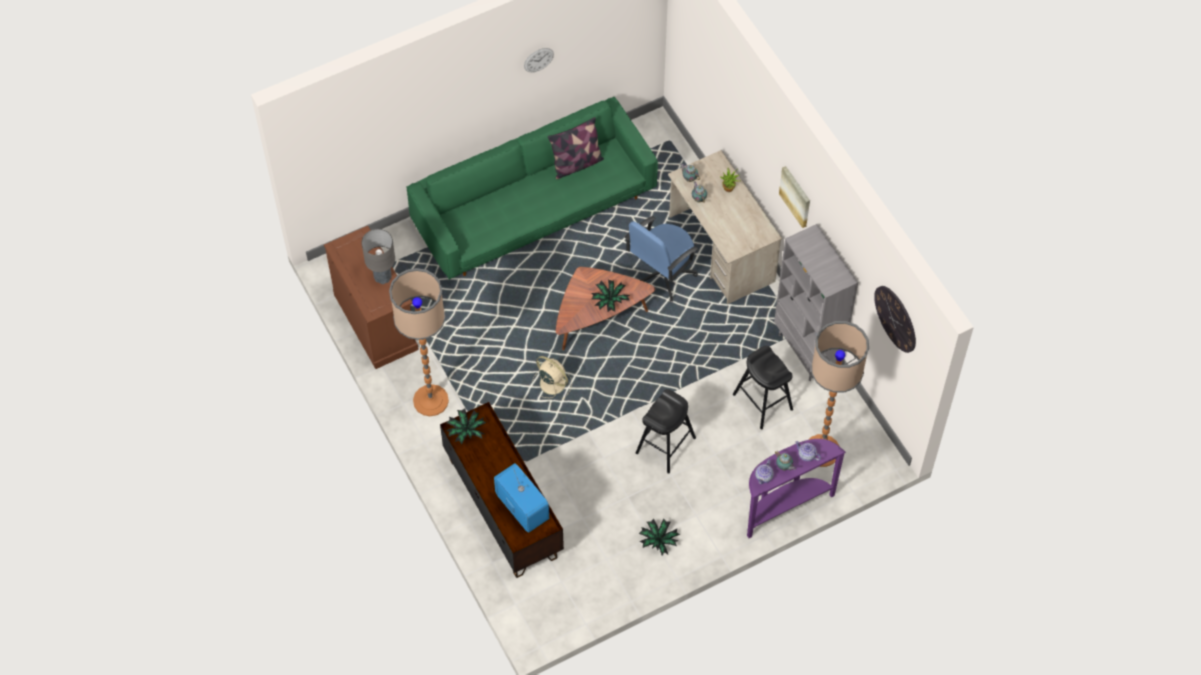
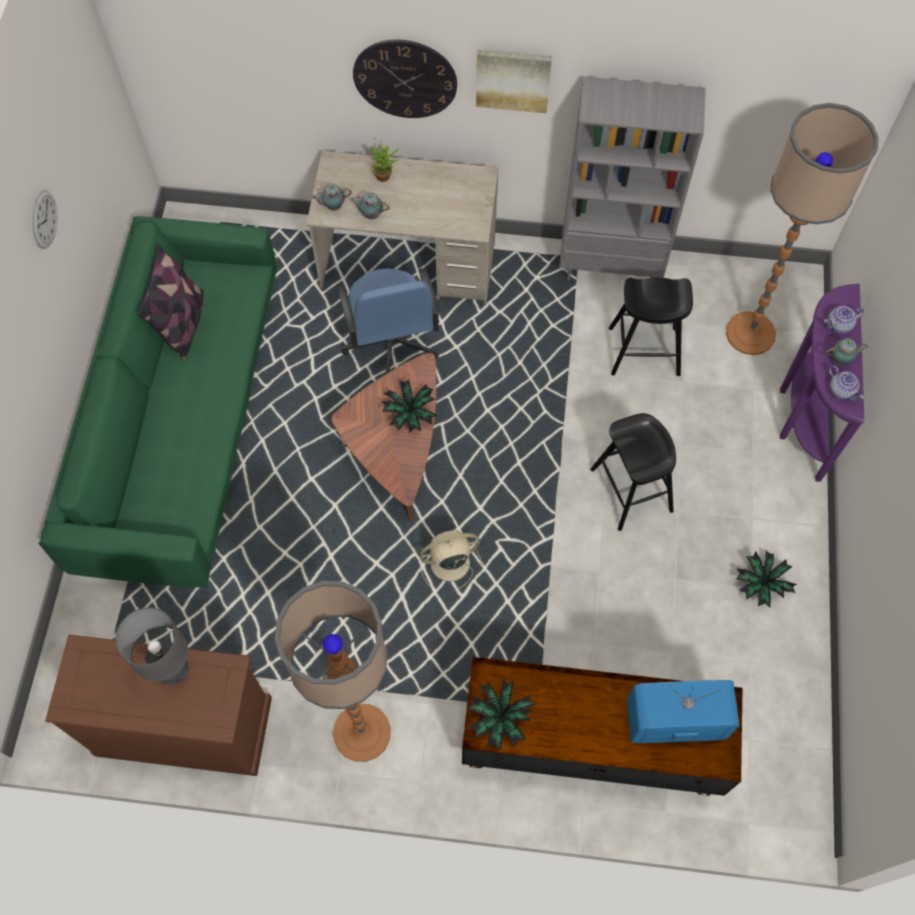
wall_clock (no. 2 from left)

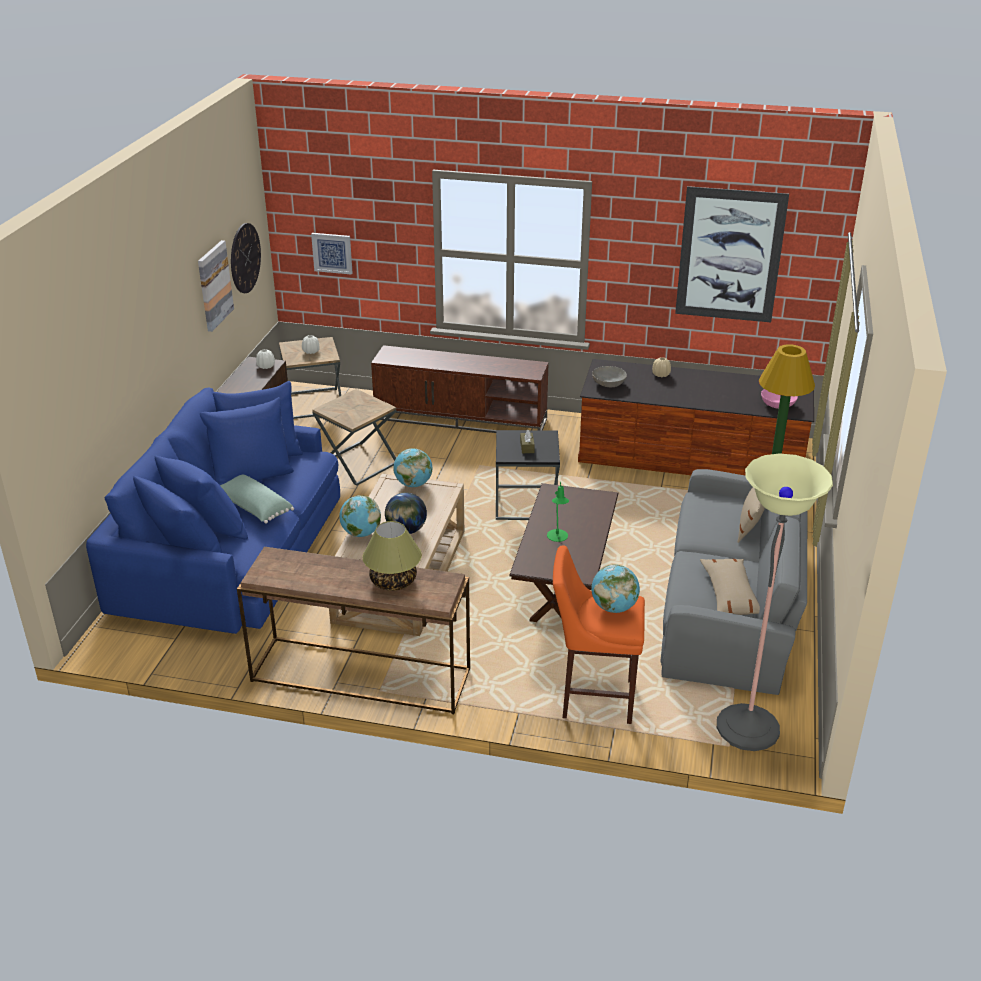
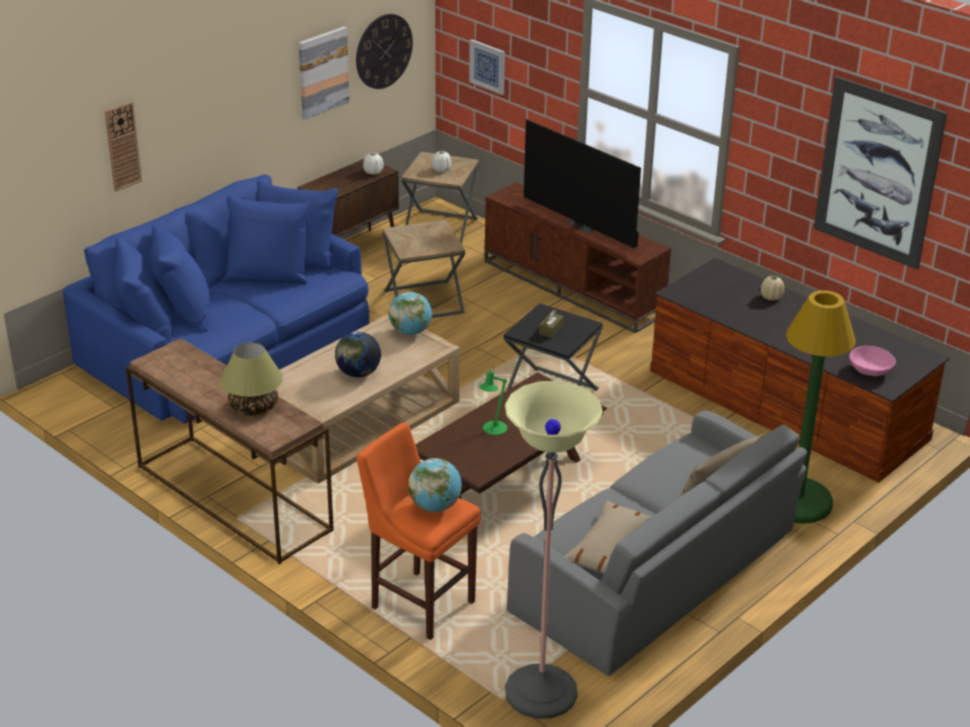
green_pillow
globe (no. 1 from left in the first image)
grey_bowl
wall_clock (no. 1 from left)
television

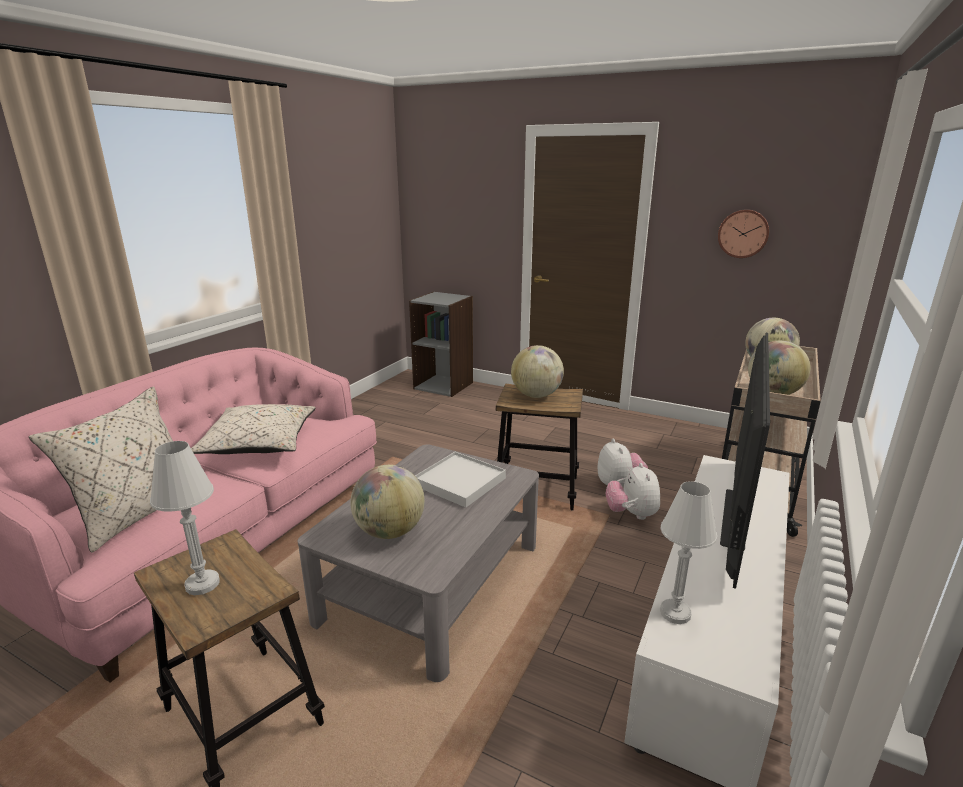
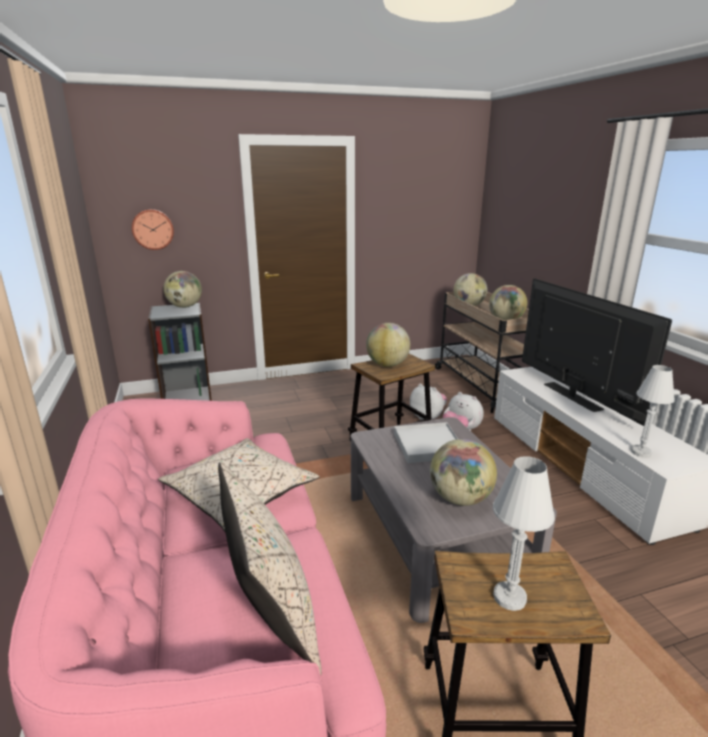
globe (no. 1 from left)
wall_clock

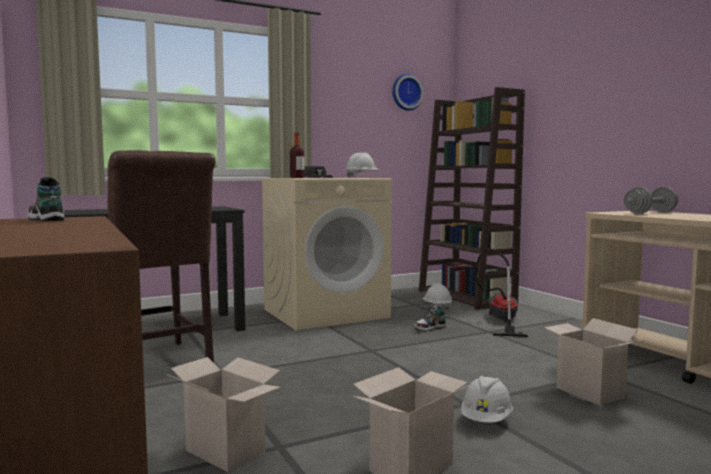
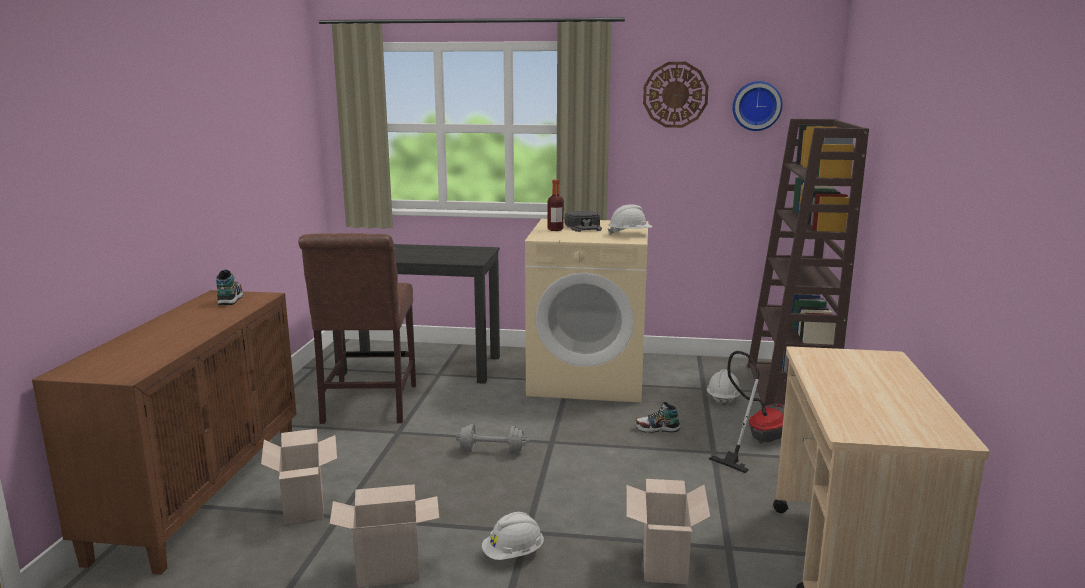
wall_clock (no. 1 from left)
grey_dumbbell

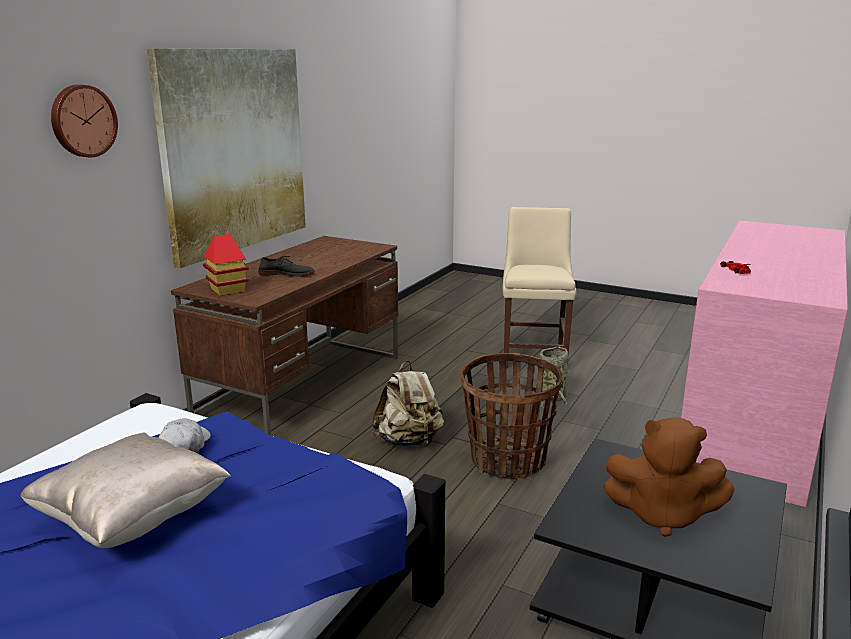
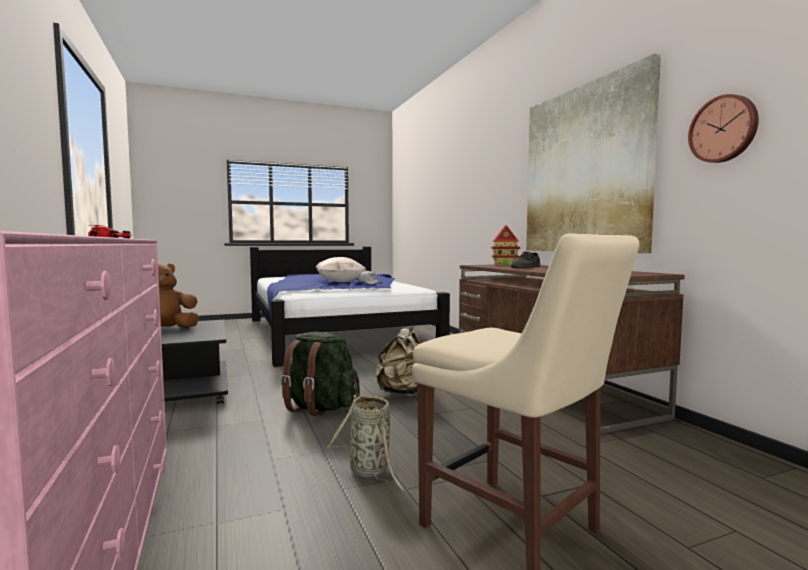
wall_clock
green_backpack

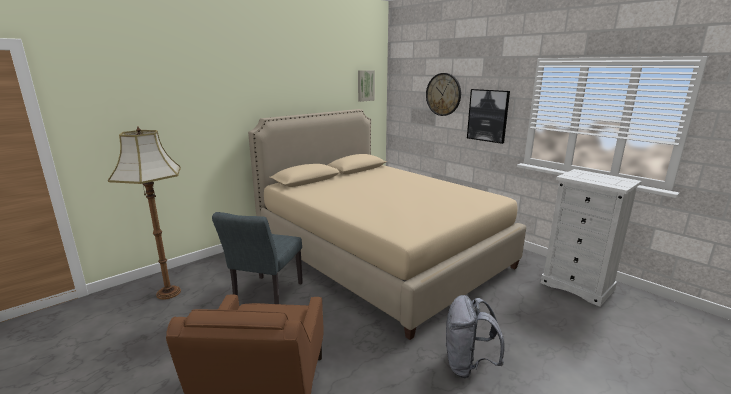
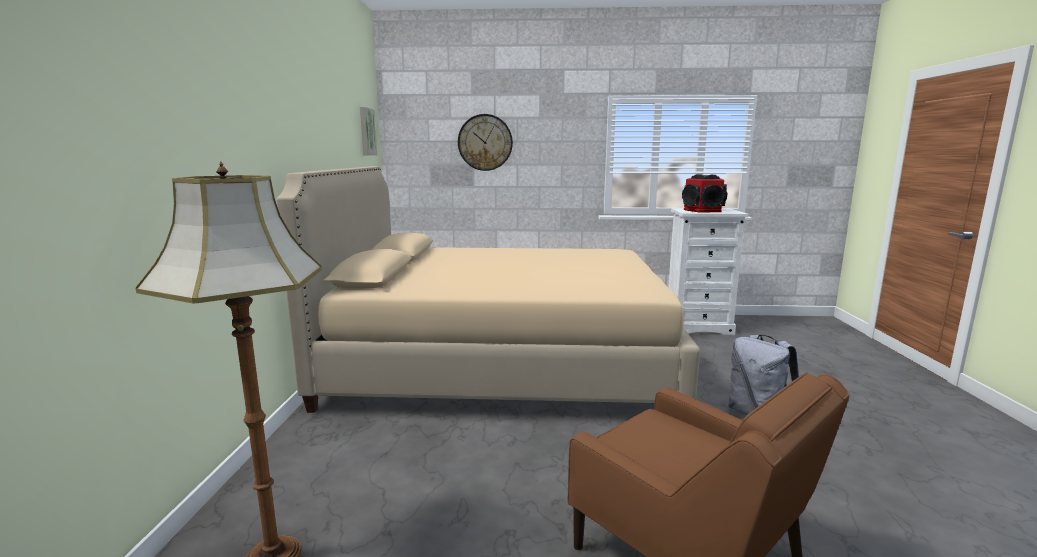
grey_chair
picture (no. 2 from left in the first image)
speaker

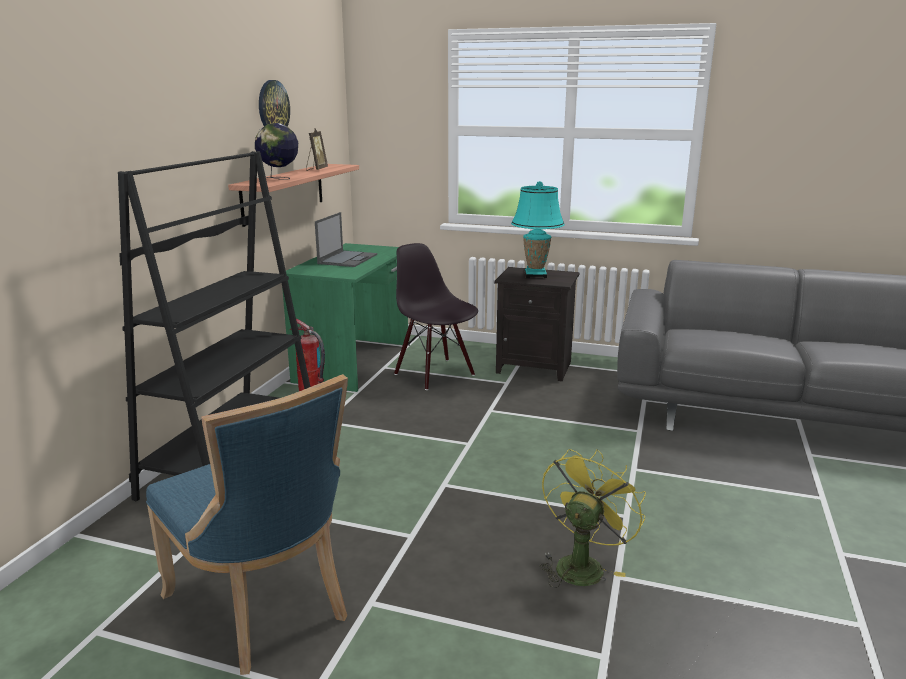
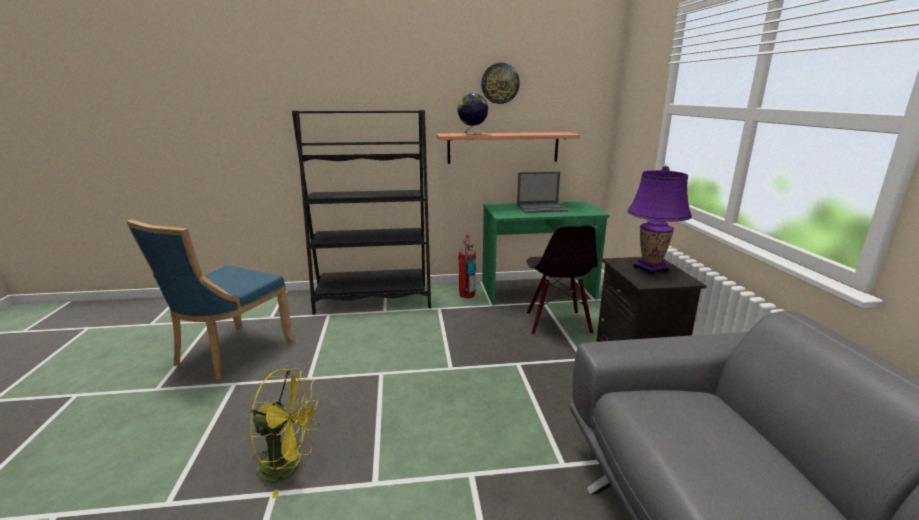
picture_frame
purple_table_lamp
black_chair

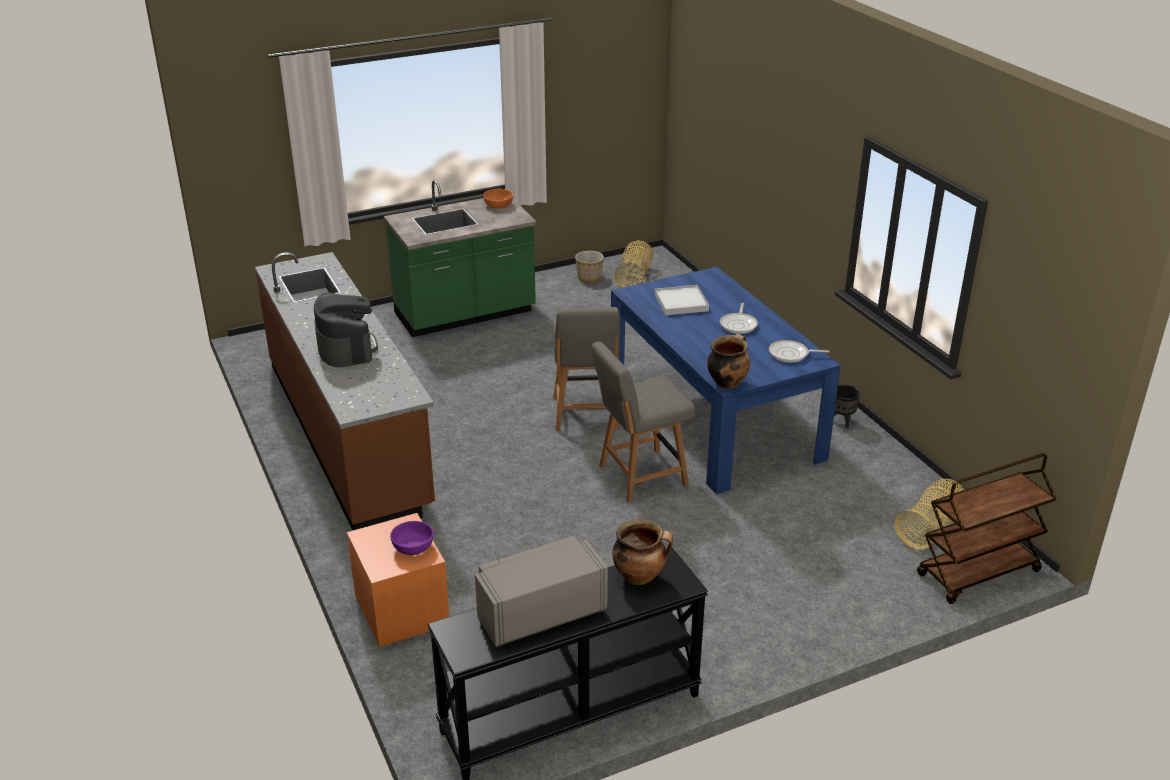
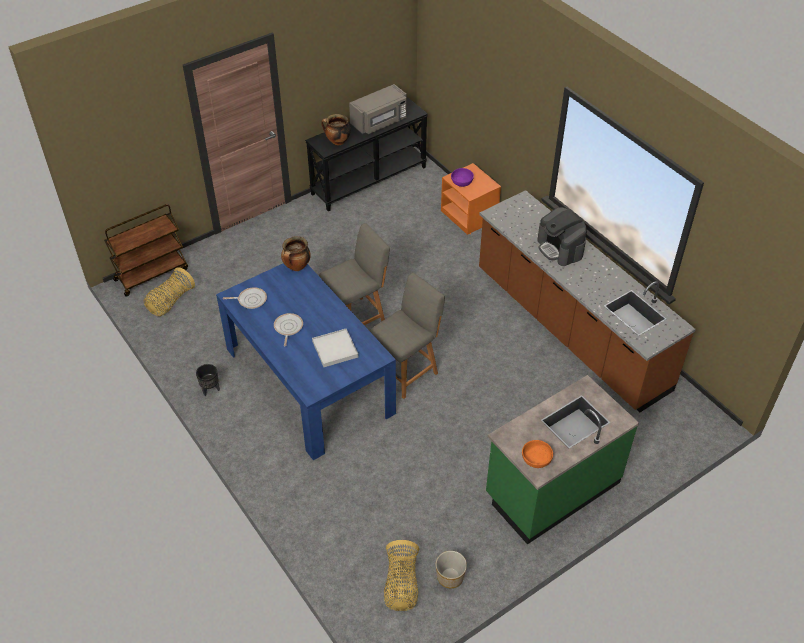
grey_chair (no. 2 from left)

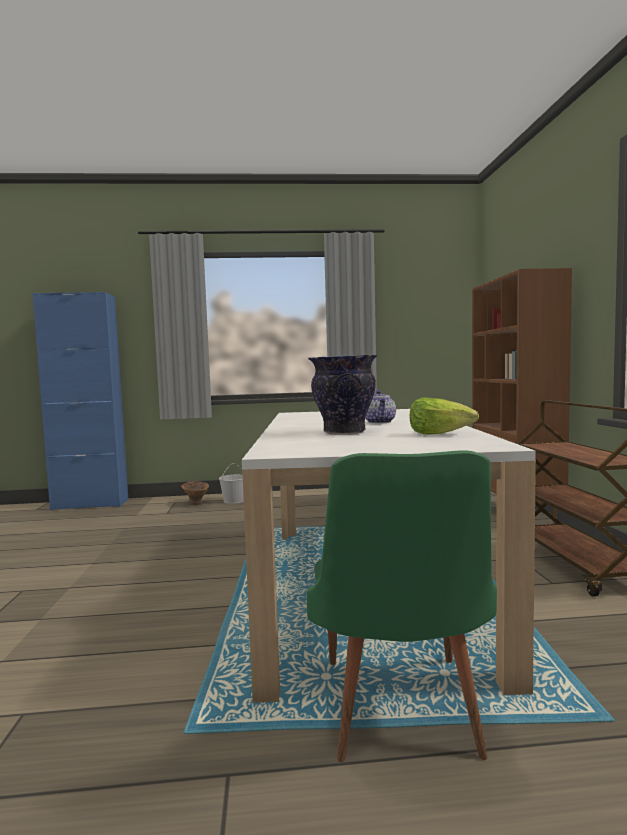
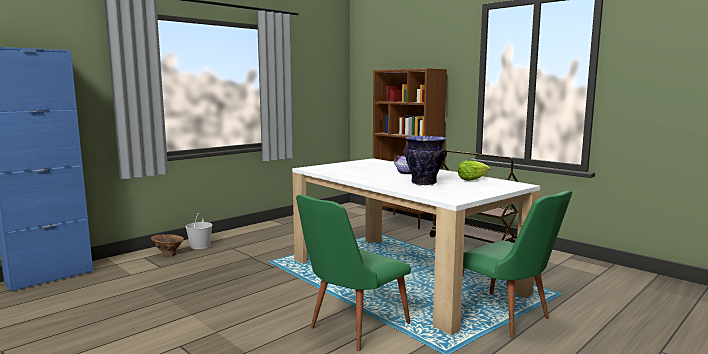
green_chair (no. 1 from left)

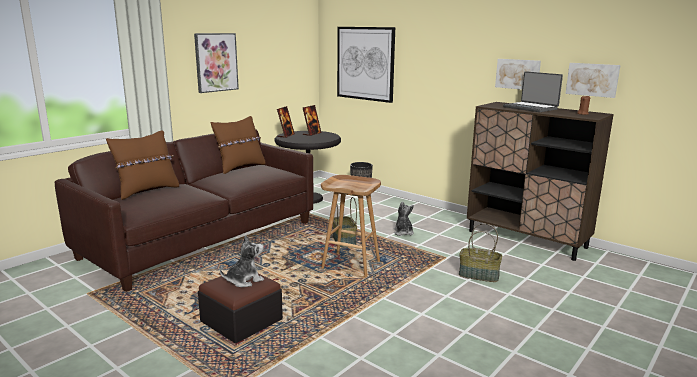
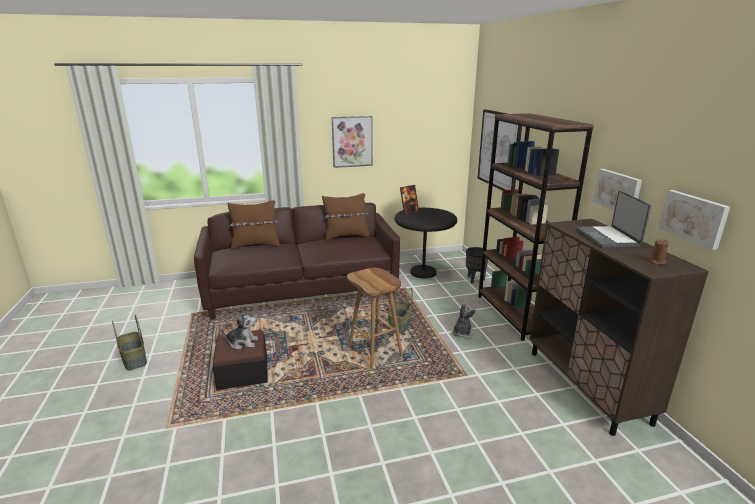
picture_frame (no. 2 from left in the first image)
brown_bookcase
basket (no. 1 from left)

